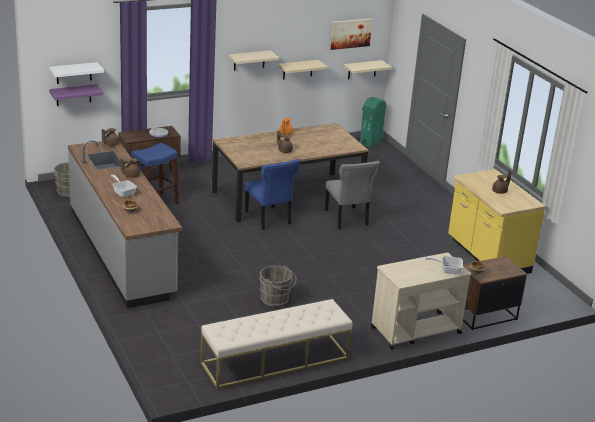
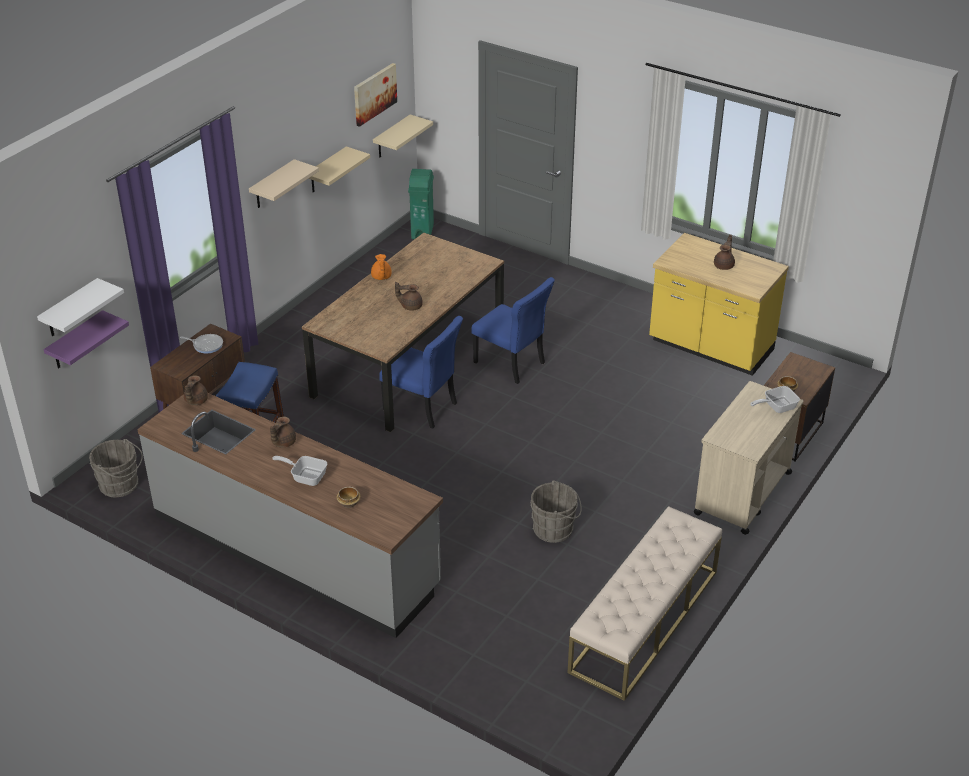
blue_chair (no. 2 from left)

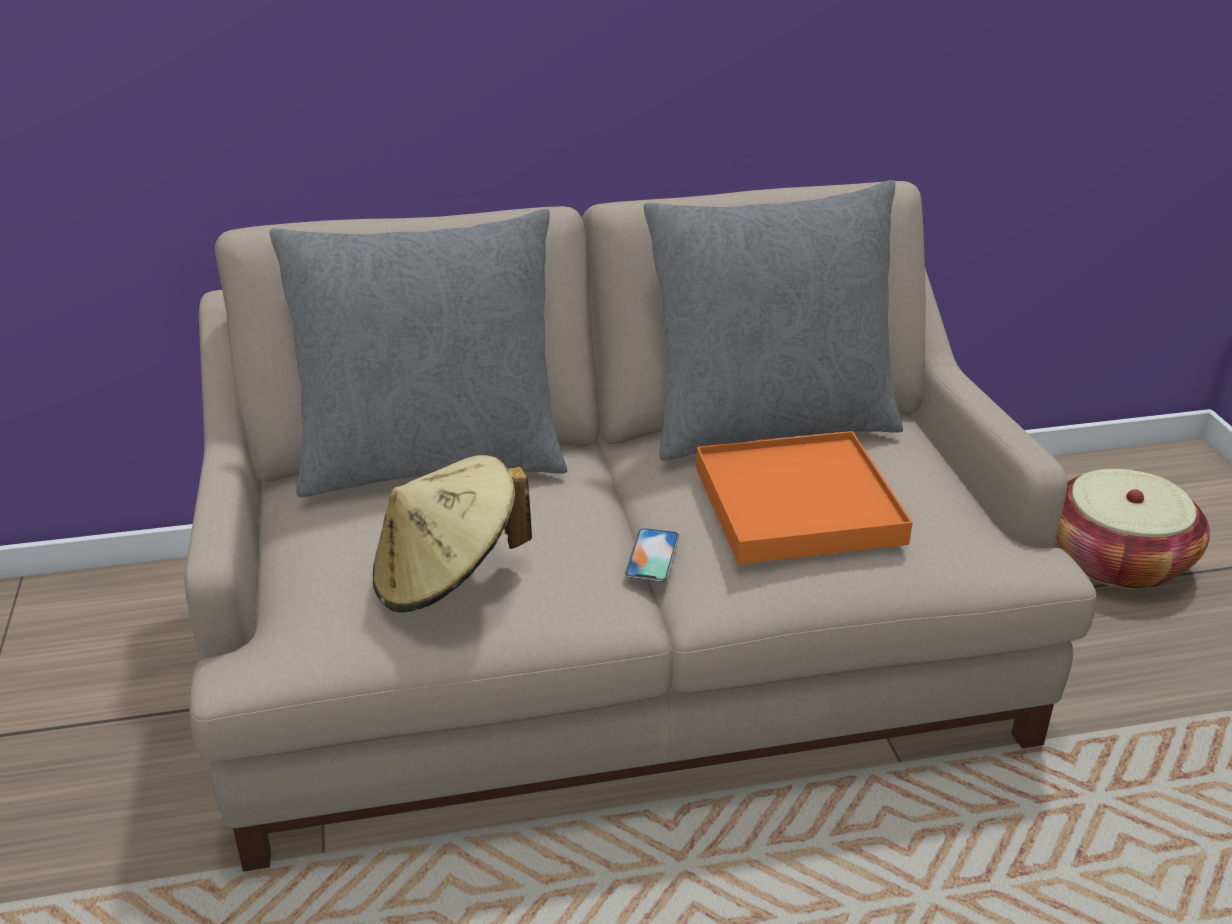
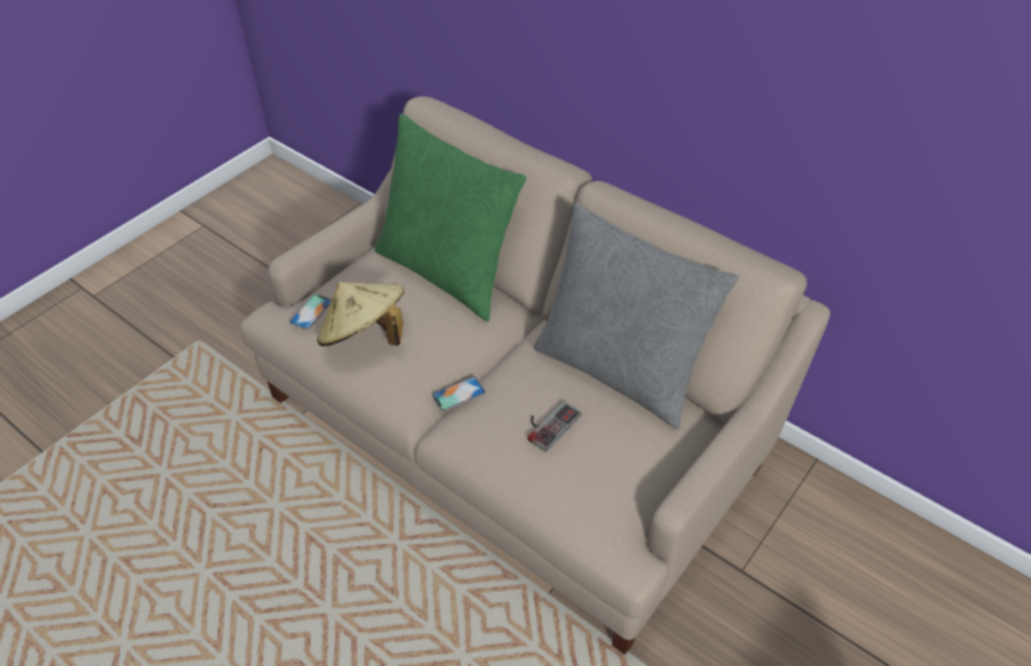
basket
phone (no. 1 from left)
game_controller
green_pillow

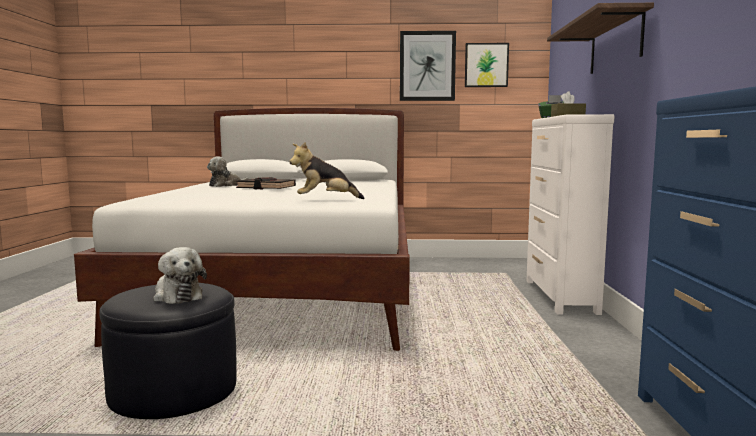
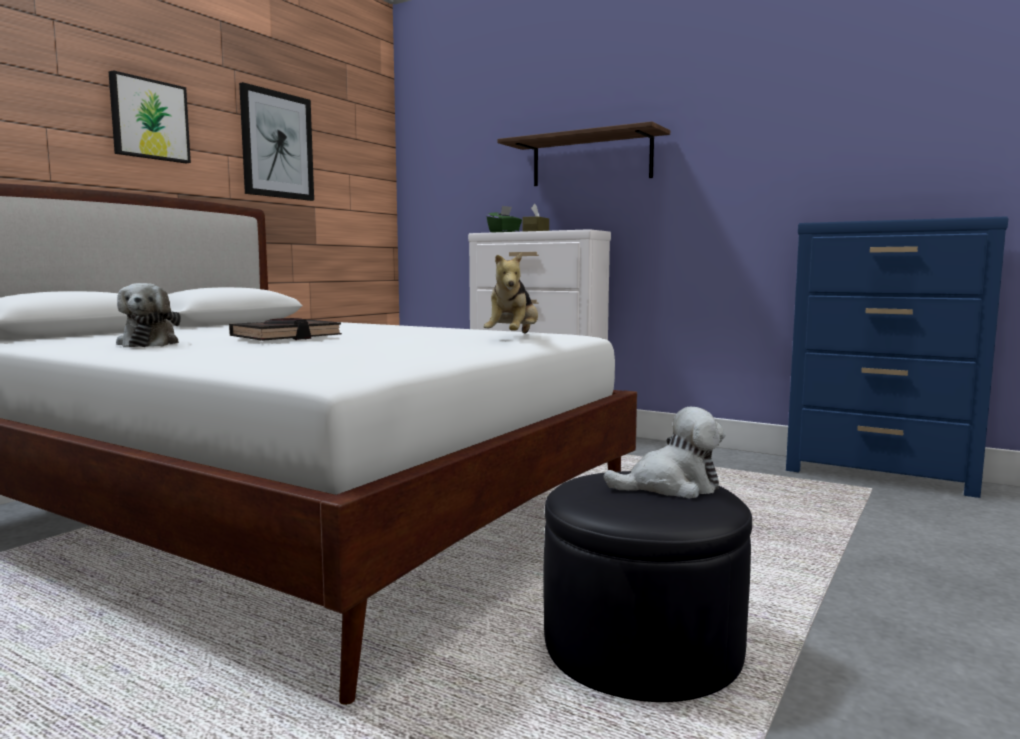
picture (no. 1 from left)

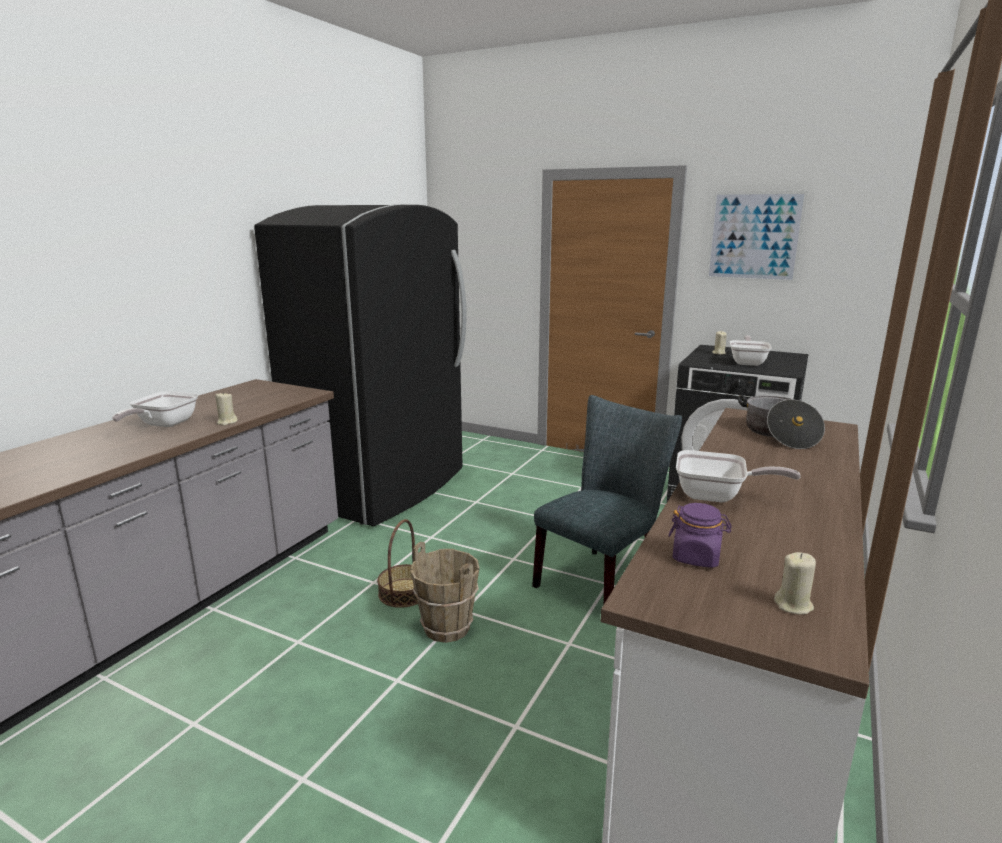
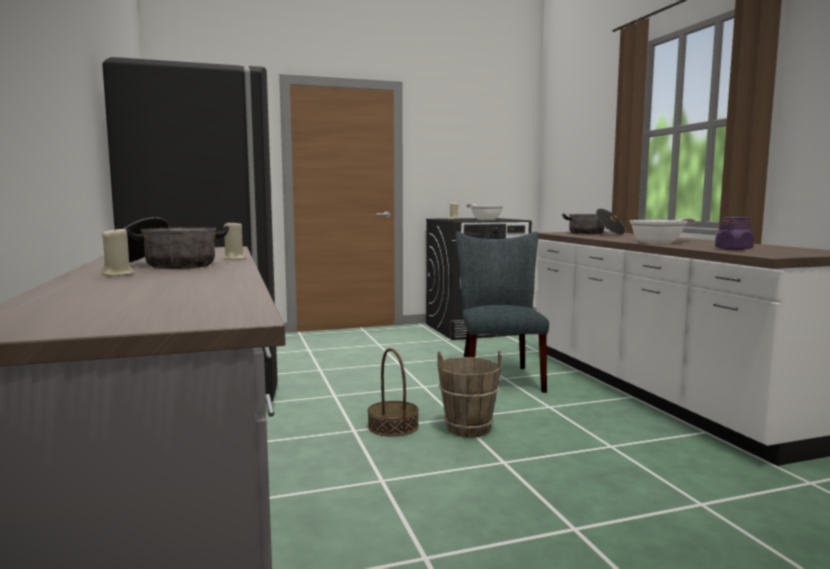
picture
beige_candle (no. 1 from left)
cooking_pot (no. 1 from left)

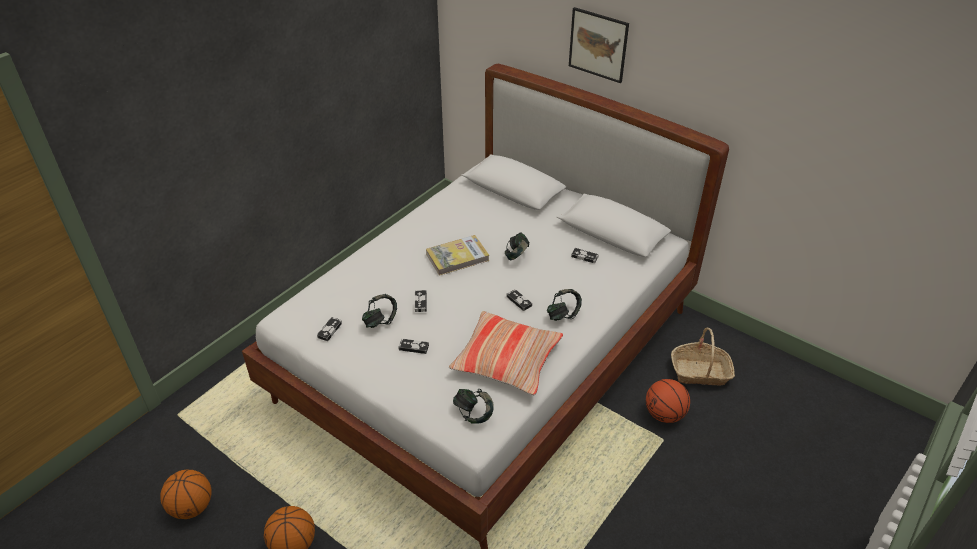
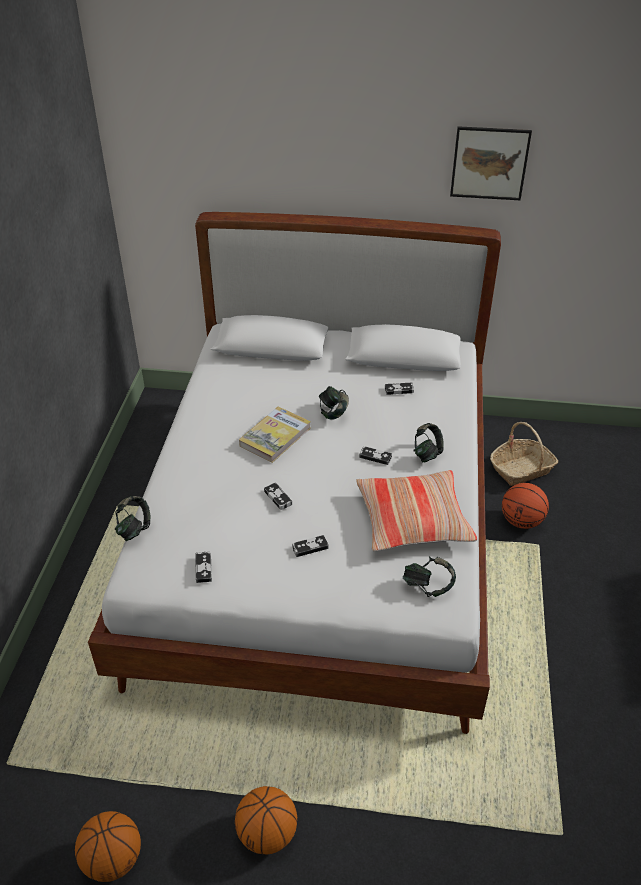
headphones (no. 1 from left)
picture

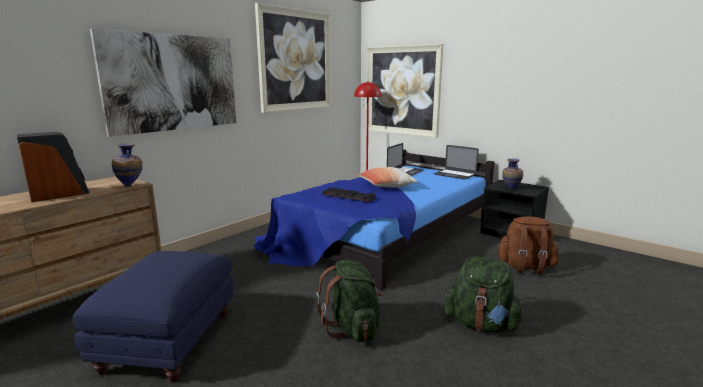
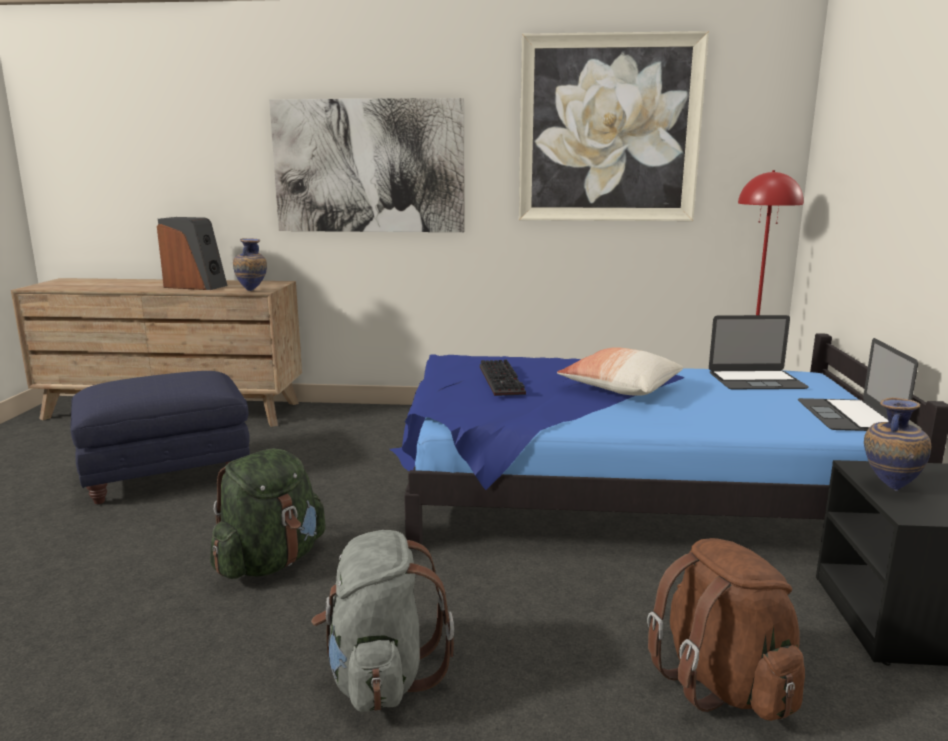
picture (no. 3 from left in the first image)
grey_backpack

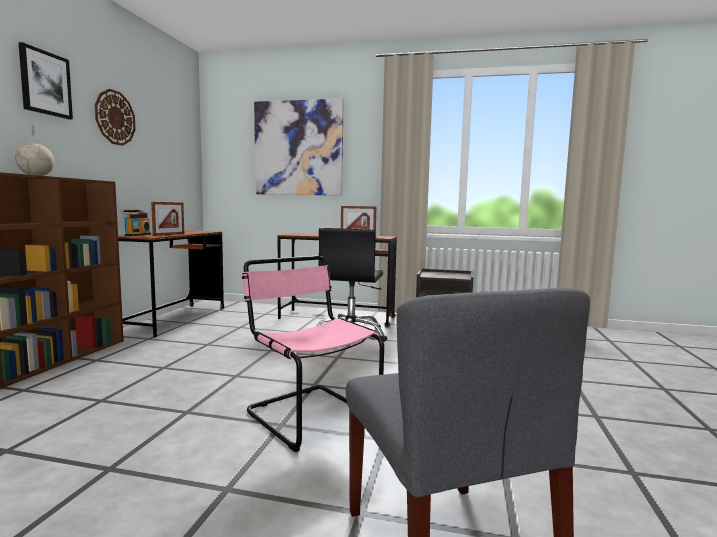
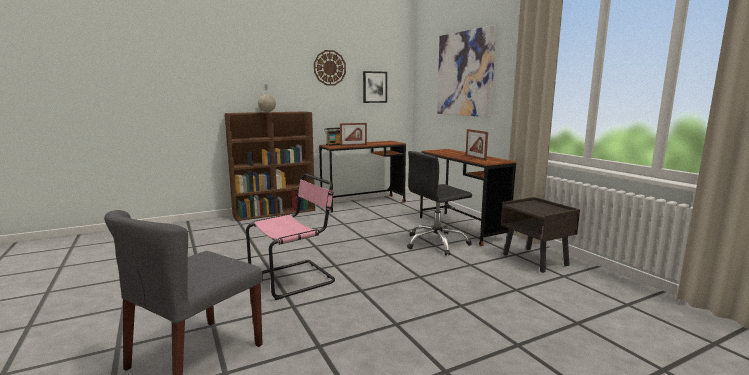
picture (no. 1 from left)
pink_chair

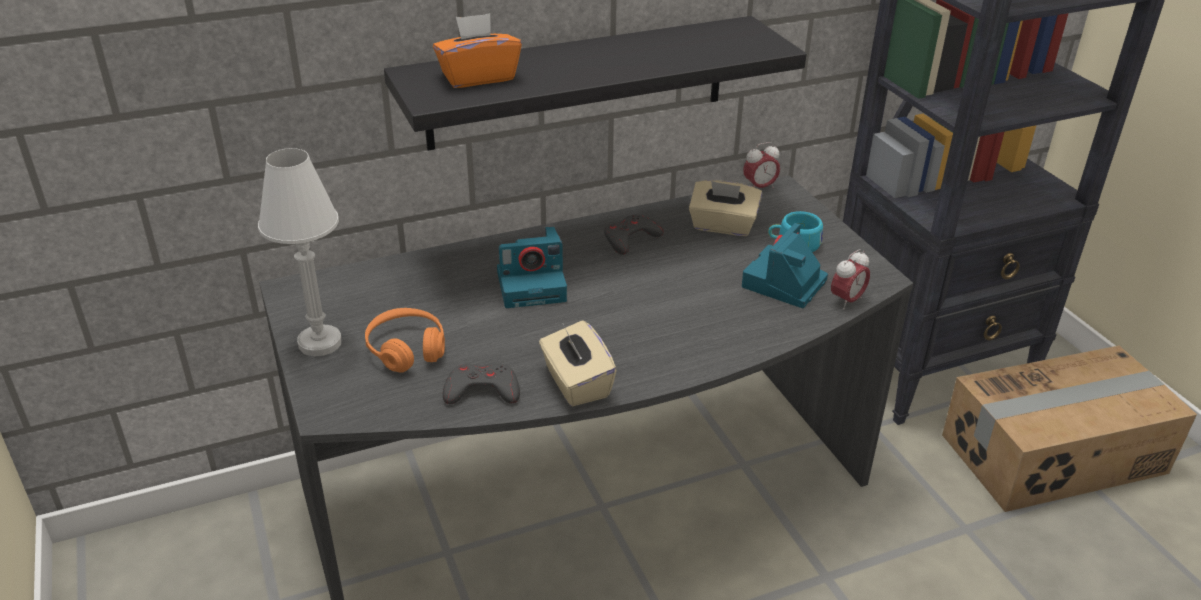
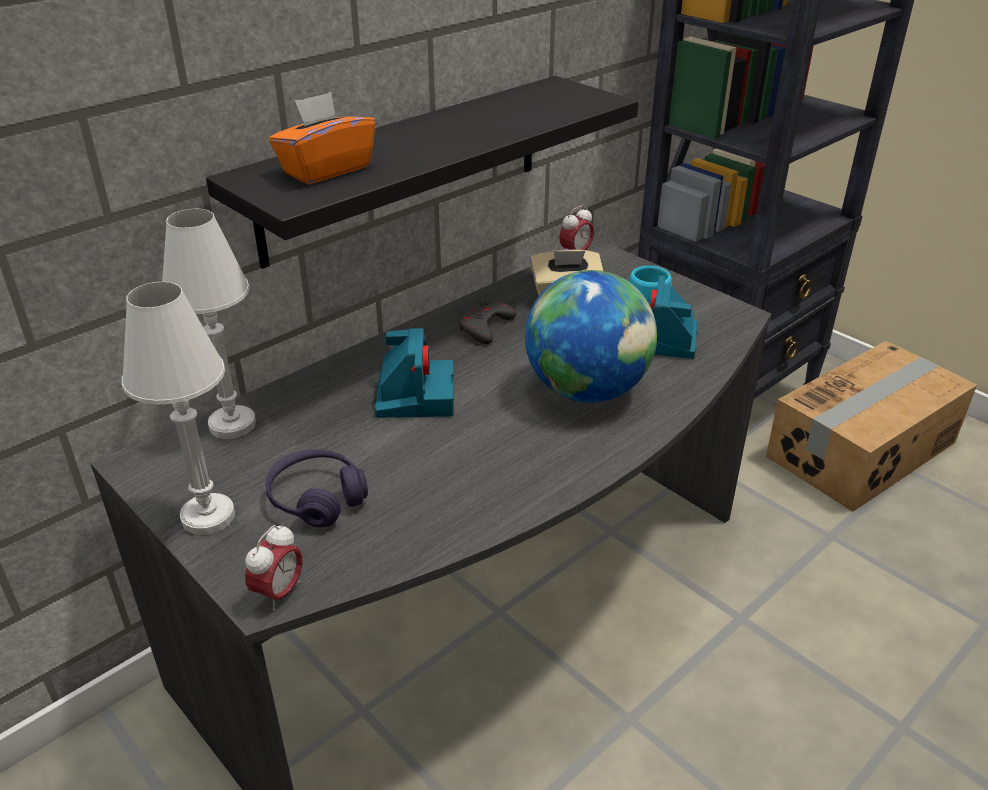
grey_game_controller (no. 1 from left in the first image)
beige_tissue_box (no. 1 from left in the first image)
white_table_lamp (no. 2 from left)
globe
alarm_clock (no. 1 from left)
purple_headphones
photo_camera (no. 1 from left)

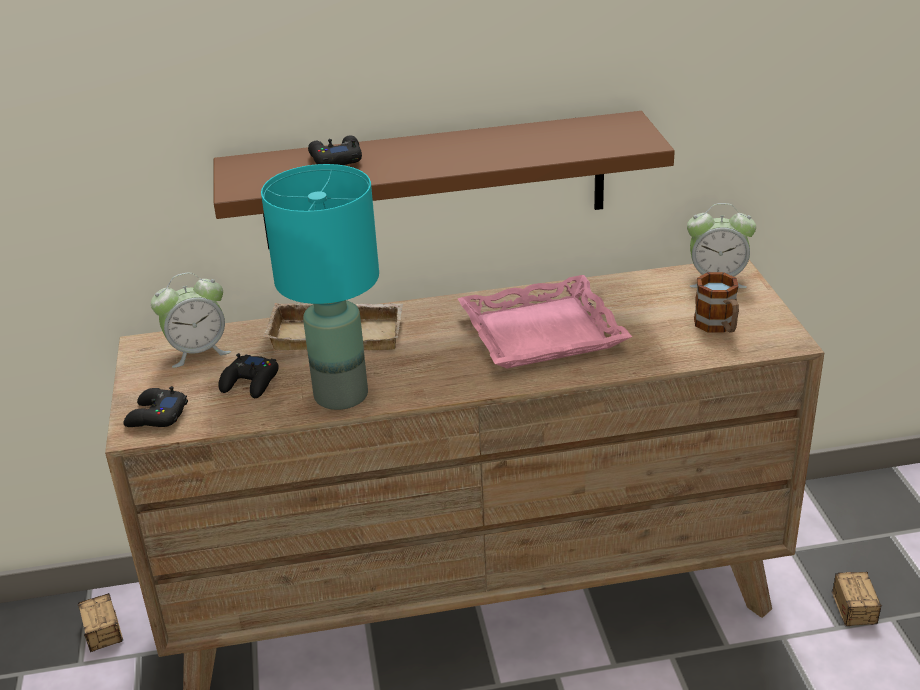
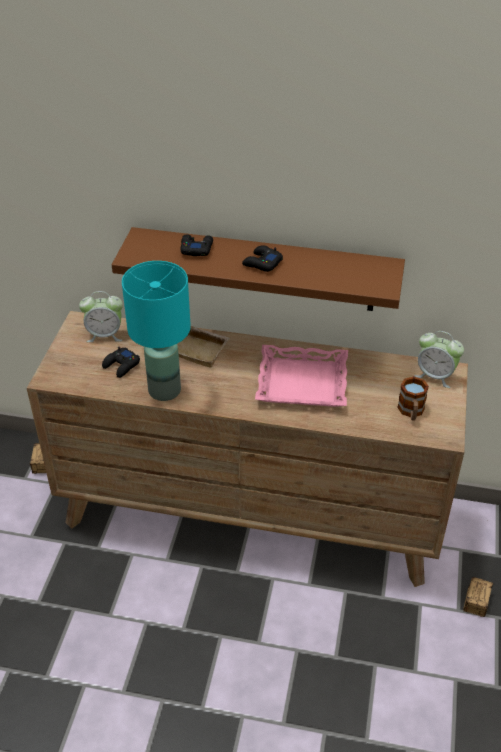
black_game_controller (no. 3 from left)

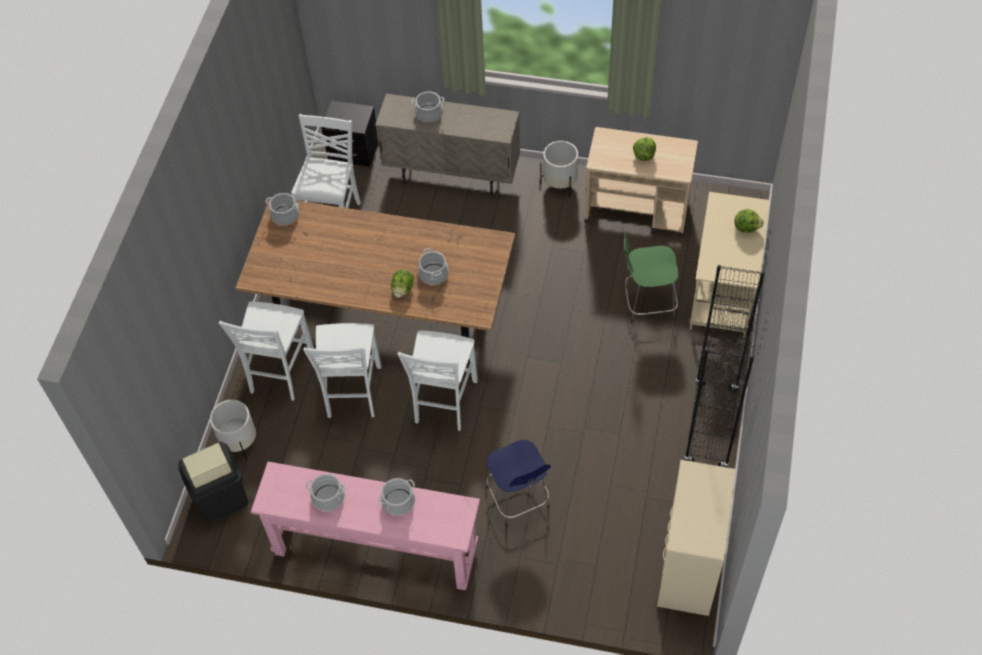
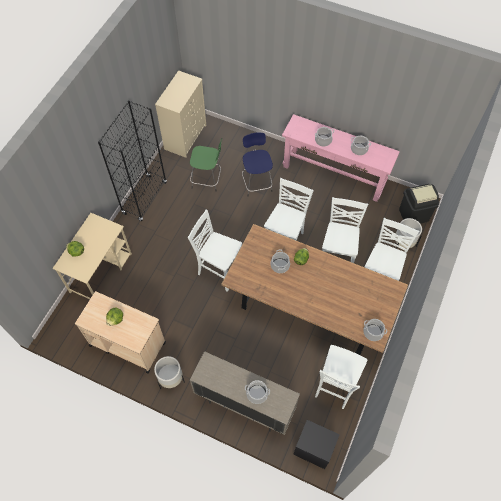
white_chair (no. 1 from left)
green_stool

